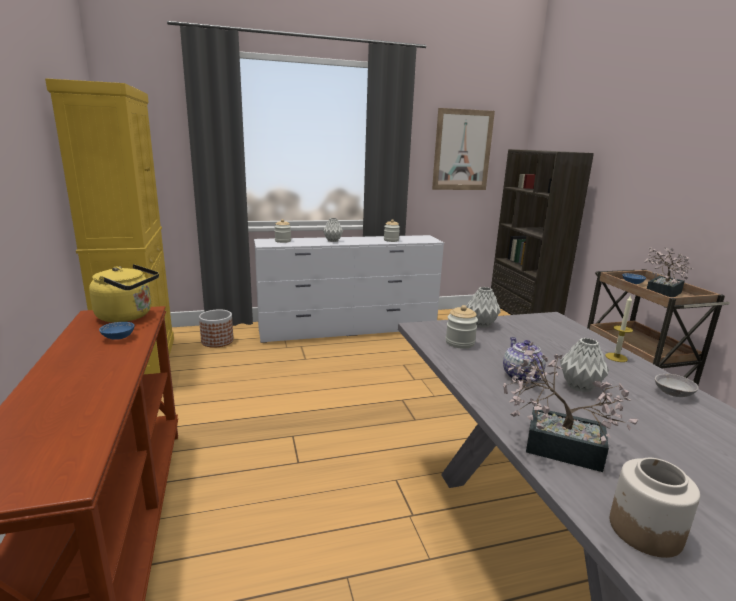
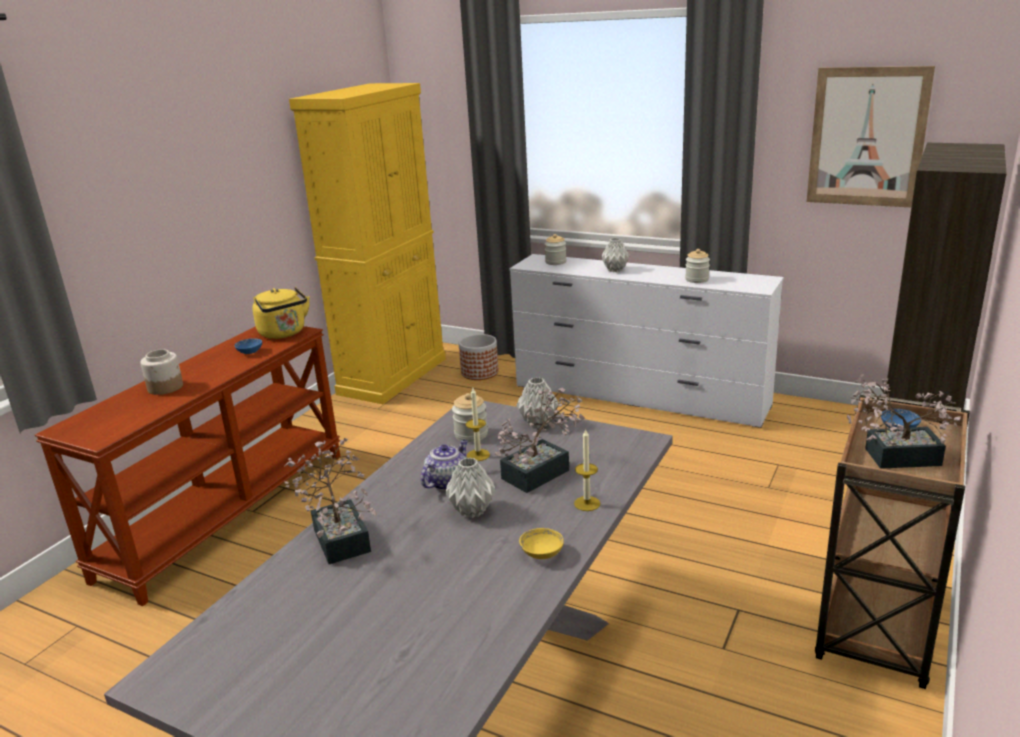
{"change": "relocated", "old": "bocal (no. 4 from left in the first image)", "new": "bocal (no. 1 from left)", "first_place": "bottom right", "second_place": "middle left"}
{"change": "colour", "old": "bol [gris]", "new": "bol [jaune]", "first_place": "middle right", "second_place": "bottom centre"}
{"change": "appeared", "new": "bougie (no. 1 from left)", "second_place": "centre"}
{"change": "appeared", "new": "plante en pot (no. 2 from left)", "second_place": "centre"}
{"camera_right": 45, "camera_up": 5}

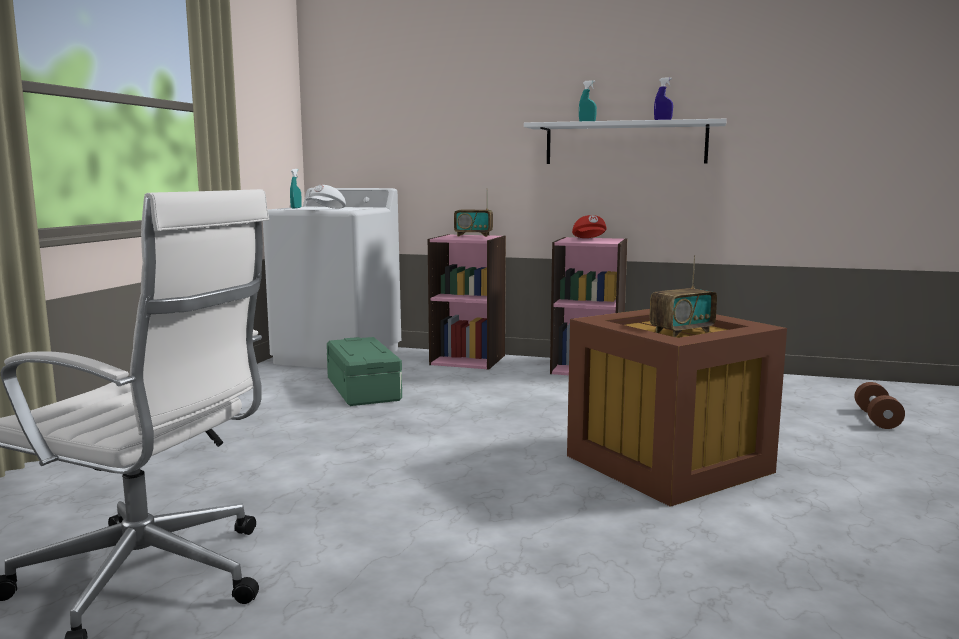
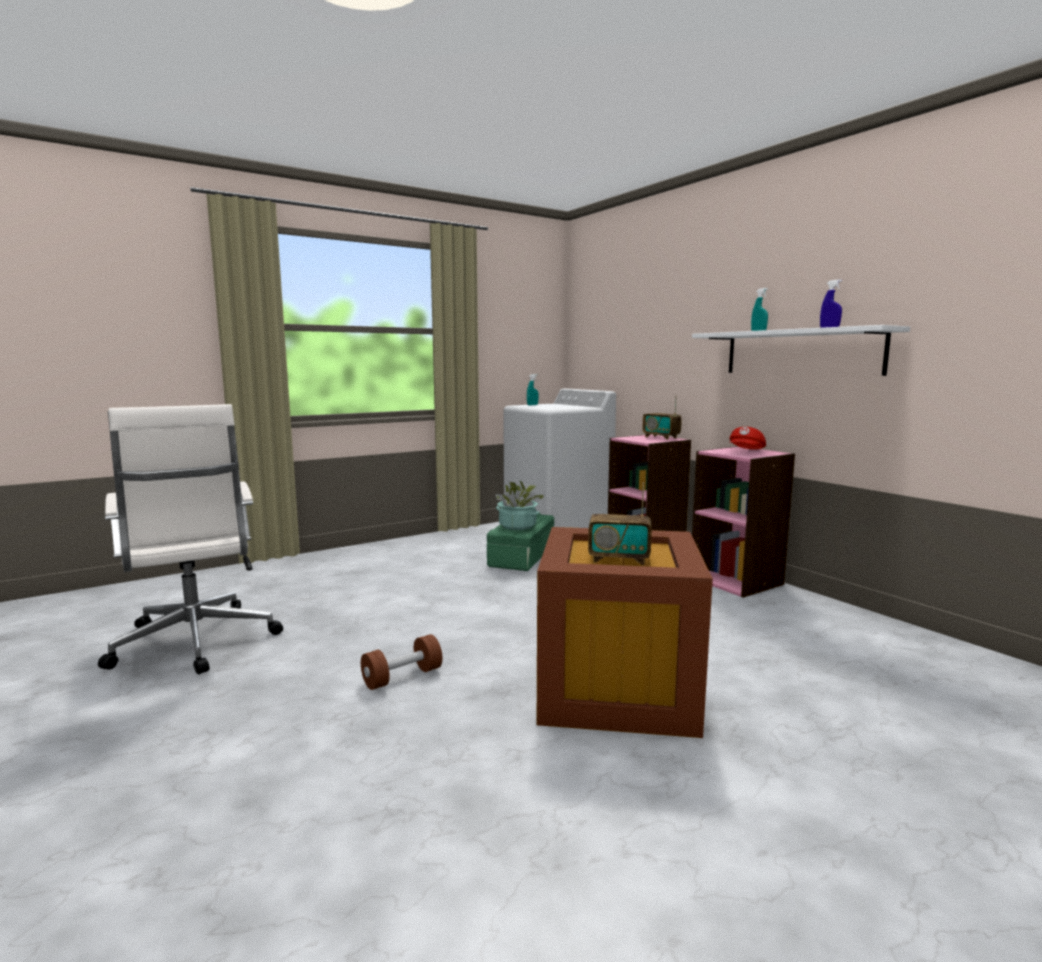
{"change": "missing", "old": "casquette [blanc]", "first_place": "top centre"}
{"change": "relocated", "old": "haltère [marron]", "first_place": "middle right", "second_place": "bottom centre"}
{"change": "appeared", "new": "plante en pot", "second_place": "centre"}
{"camera_right": 40, "camera_up": 0}

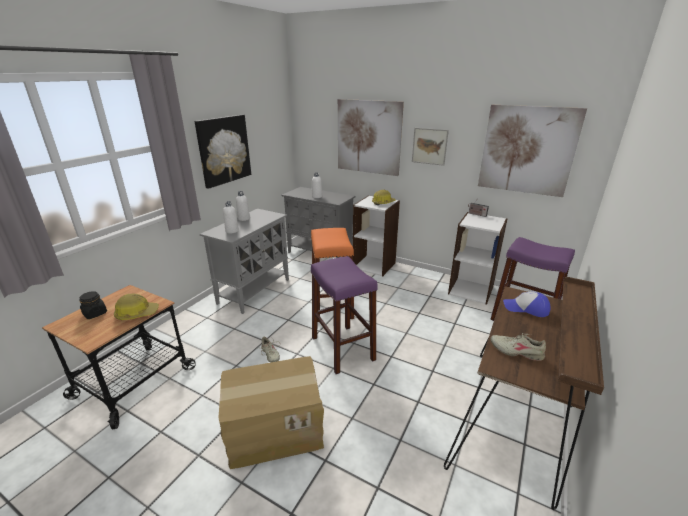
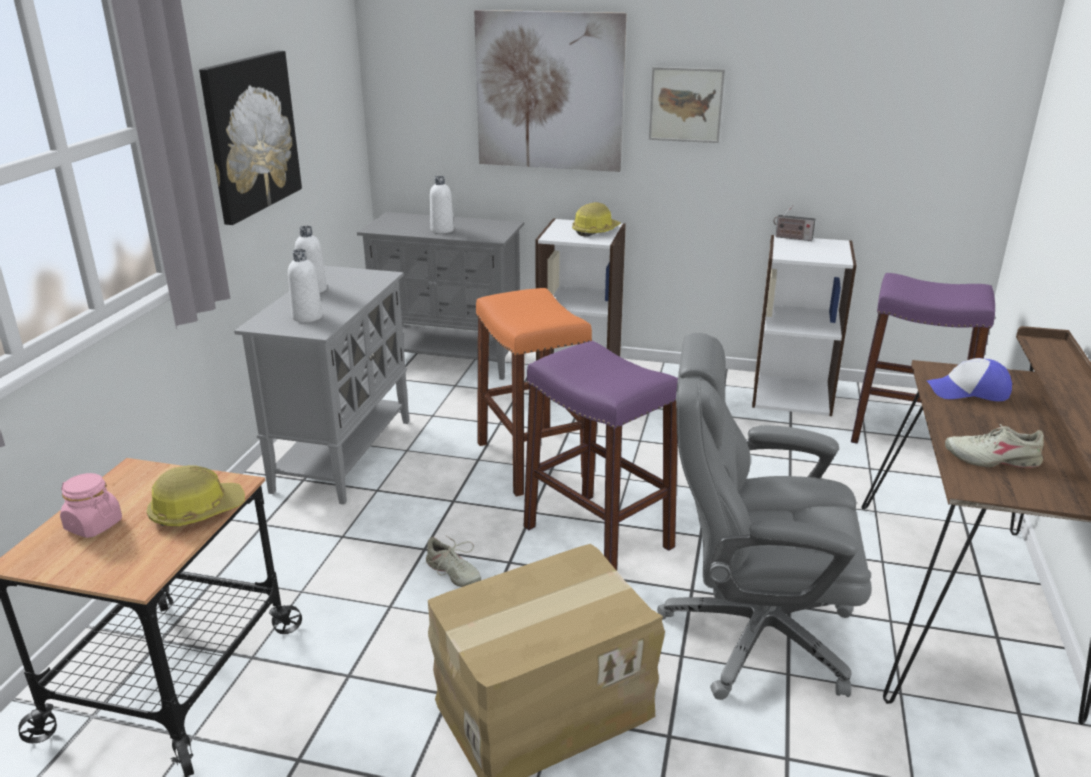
{"change": "colour", "old": "bocal [noir]", "new": "bocal [rose]", "first_place": "middle left", "second_place": "middle left"}
{"change": "missing", "old": "tableau (no. 4 from left)", "first_place": "top right"}
{"change": "appeared", "new": "chaise de bureau [gris]", "second_place": "middle right"}
{"camera_right": -15, "camera_up": 0}

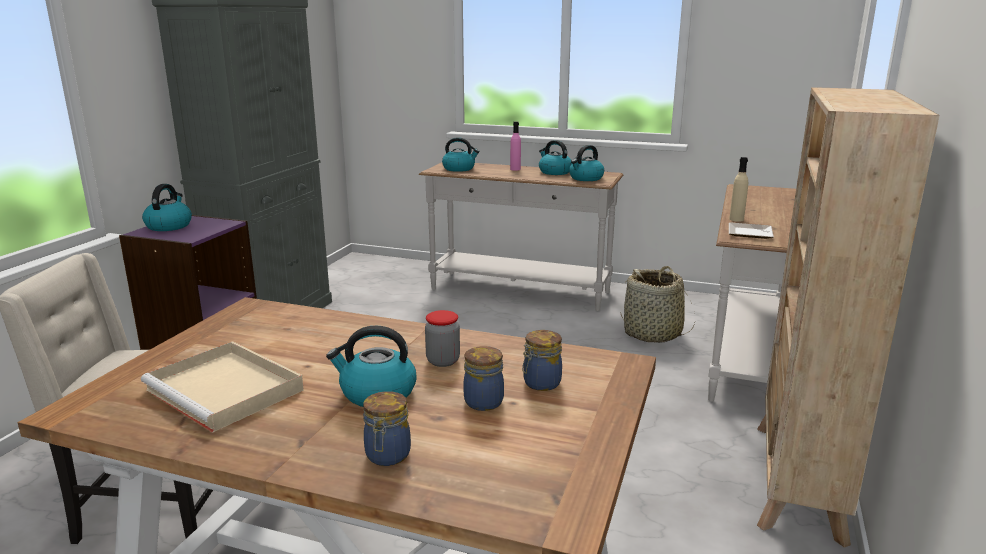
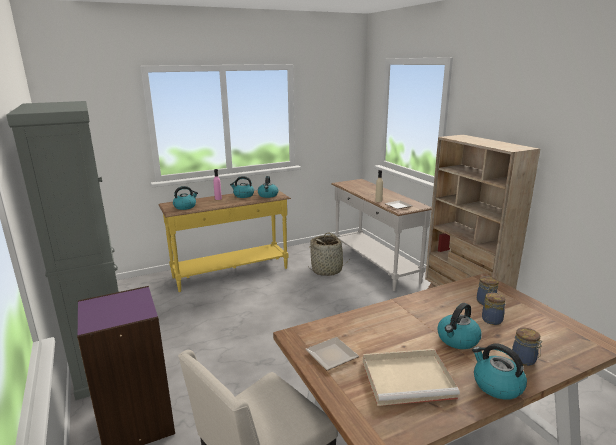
{"change": "relocated", "old": "bouilloire (no. 1 from left in the first image)", "new": "bouilloire (no. 5 from left)", "first_place": "middle left", "second_place": "bottom right"}
{"change": "colour", "old": "table console [blanc] (no. 1 from left)", "new": "table console [jaune]", "first_place": "centre", "second_place": "centre"}
{"change": "missing", "old": "bocal (no. 2 from left)", "first_place": "centre"}
{"change": "appeared", "new": "assiette (no. 1 from left)", "second_place": "bottom centre"}
{"camera_right": -45, "camera_up": 0}

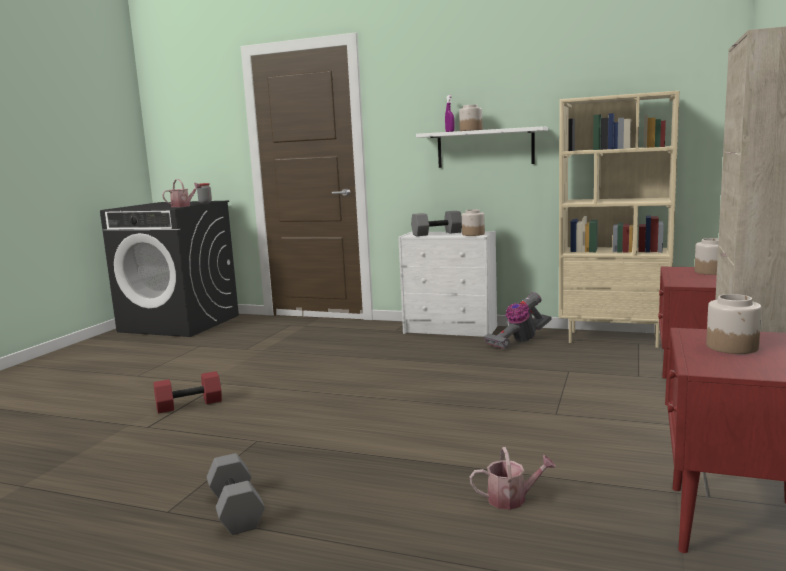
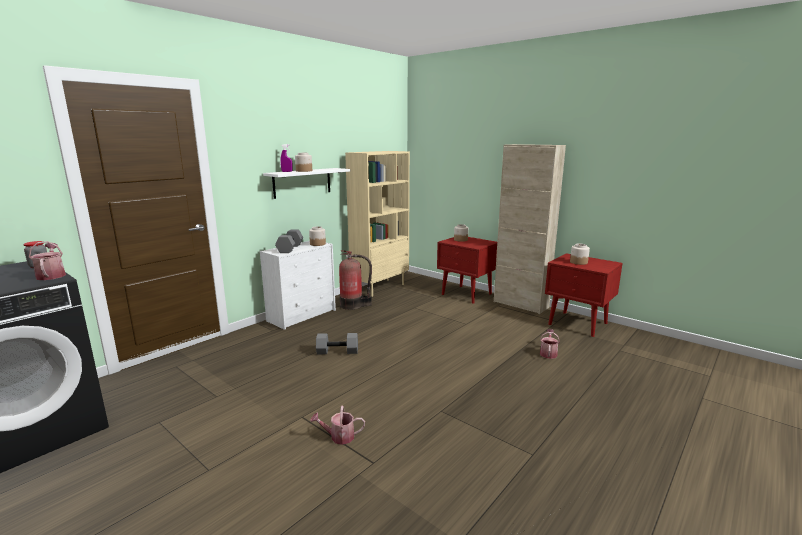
{"change": "exchanged", "old": "haltère [rouge]", "new": "arrosoir (no. 2 from left)", "first_place": "bottom left", "second_place": "bottom centre"}
{"change": "relocated", "old": "haltère [gris] (no. 1 from left in the first image)", "new": "haltère [gris] (no. 2 from left)", "first_place": "bottom left", "second_place": "centre"}
{"change": "exchanged", "old": "aspirateur", "new": "extincteur", "first_place": "centre", "second_place": "centre"}
{"camera_right": -70, "camera_up": 5}

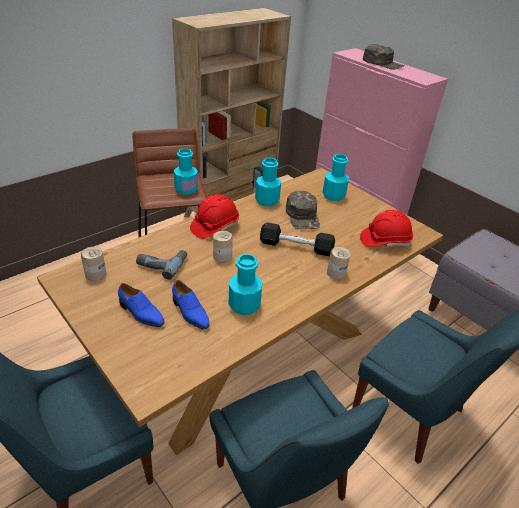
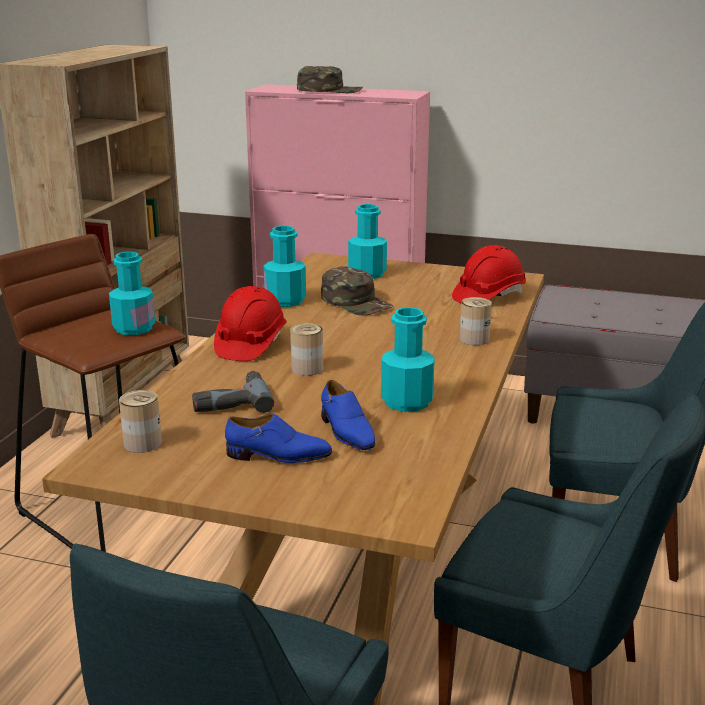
{"change": "spun", "old": "chaussure [bleu] (no. 2 from left)", "first_place": "centre", "second_place": "centre", "degrees": 45}
{"change": "missing", "old": "haltère [noir]", "first_place": "centre"}
{"camera_right": -30, "camera_up": -15}

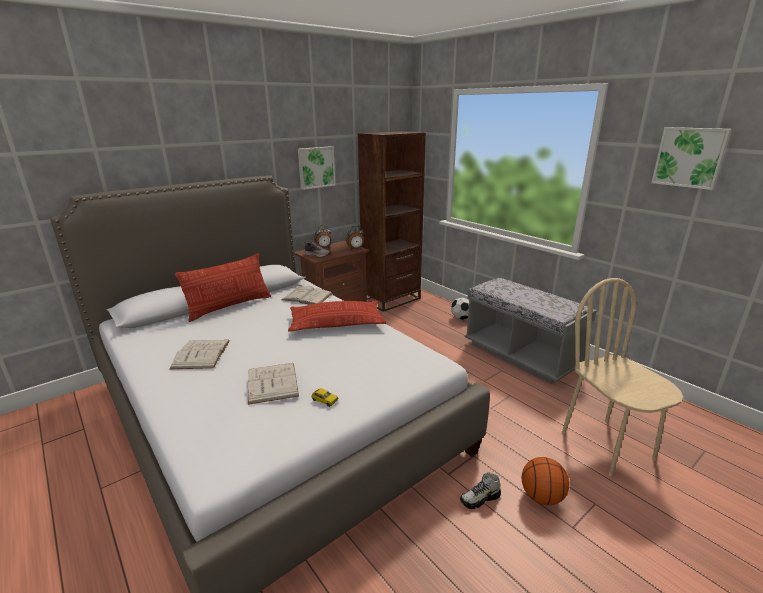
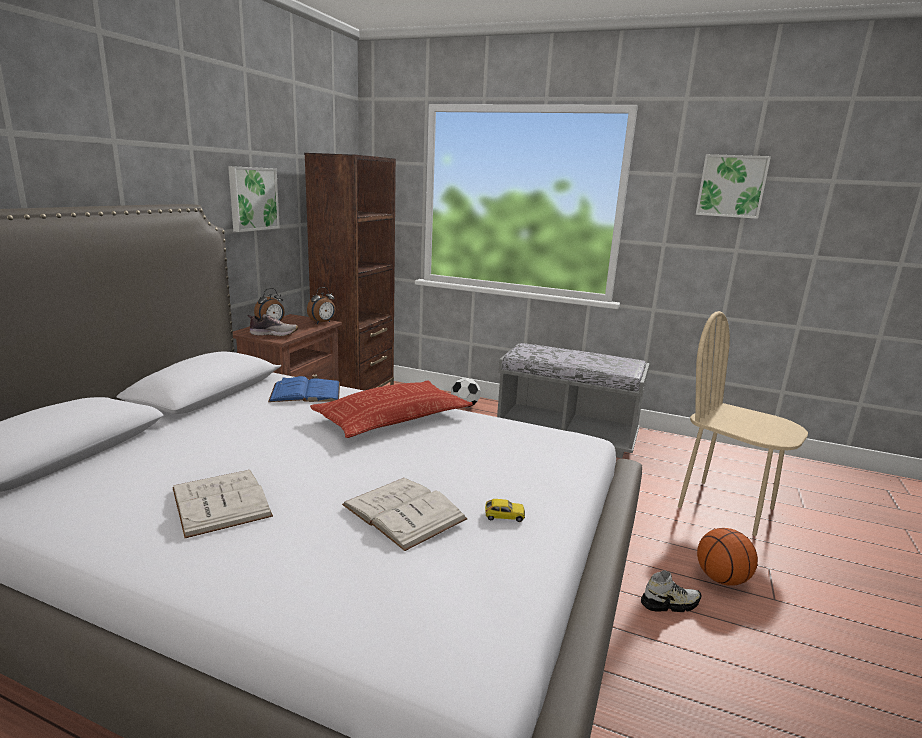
{"change": "missing", "old": "coussin (no. 1 from left)", "first_place": "middle left"}
{"change": "colour", "old": "livre [blanc] (no. 3 from left)", "new": "livre [bleu]", "first_place": "centre", "second_place": "middle left"}
{"change": "spun", "old": "chaussure (no. 2 from left)", "first_place": "bottom centre", "second_place": "bottom right", "degrees": -135}
{"camera_right": -30, "camera_up": -5}

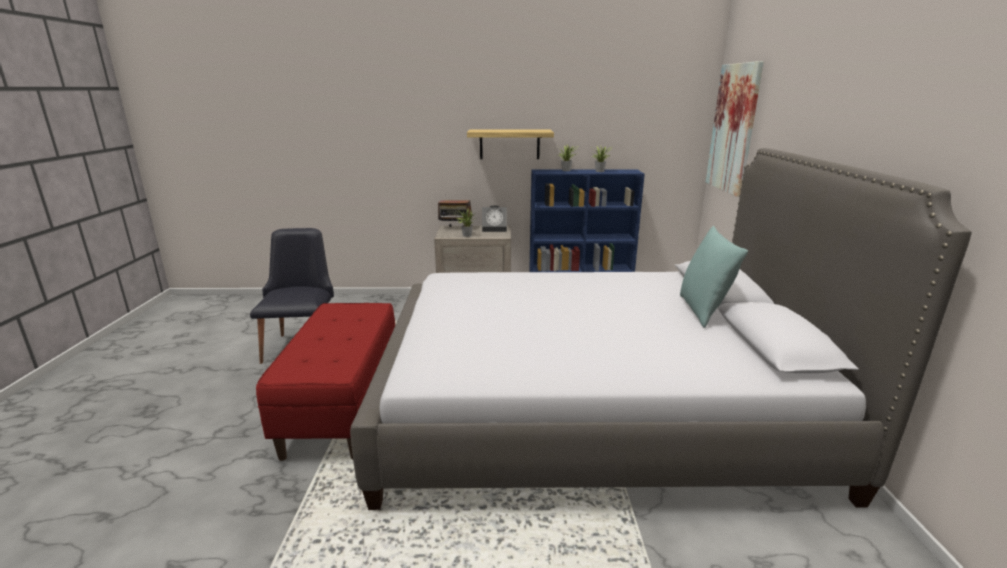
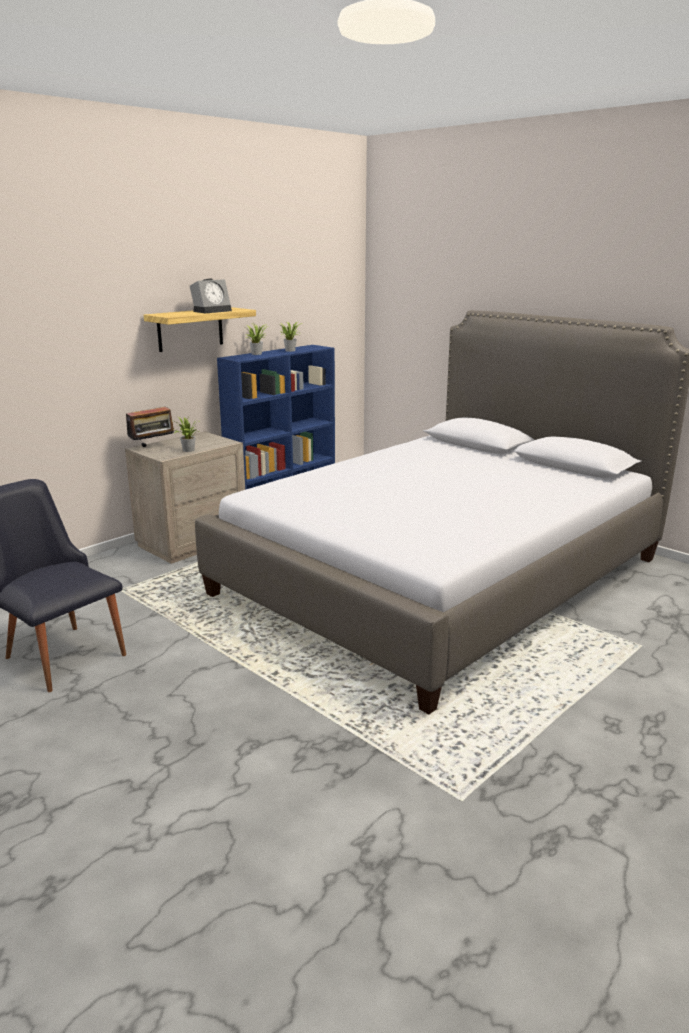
{"change": "missing", "old": "banc [rouge]", "first_place": "bottom left"}
{"change": "relocated", "old": "réveil", "first_place": "centre", "second_place": "top left"}
{"change": "missing", "old": "coussin [turquoise]", "first_place": "middle right"}
{"change": "missing", "old": "tableau", "first_place": "top right"}
{"camera_right": -45, "camera_up": 0}

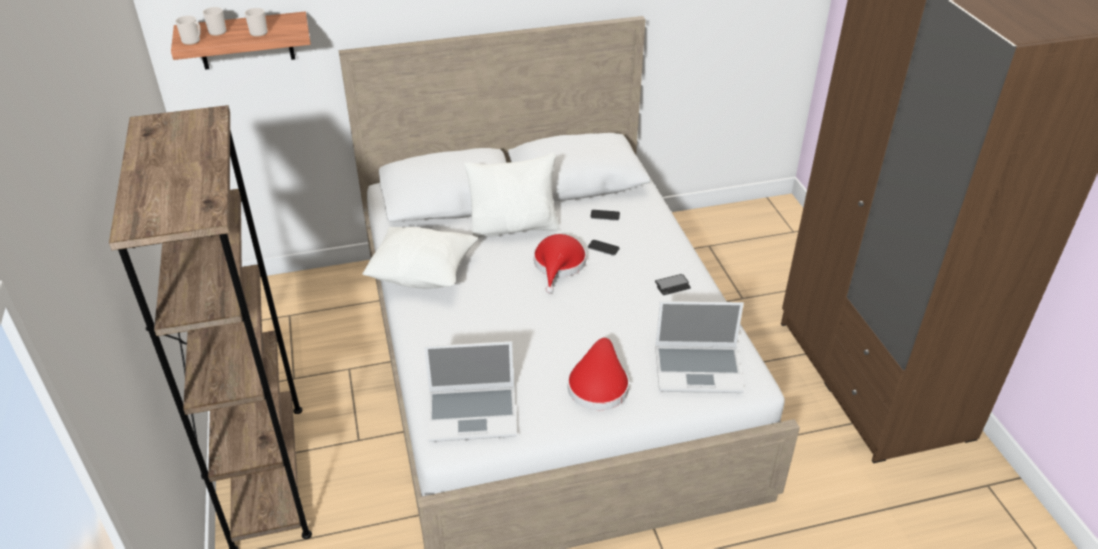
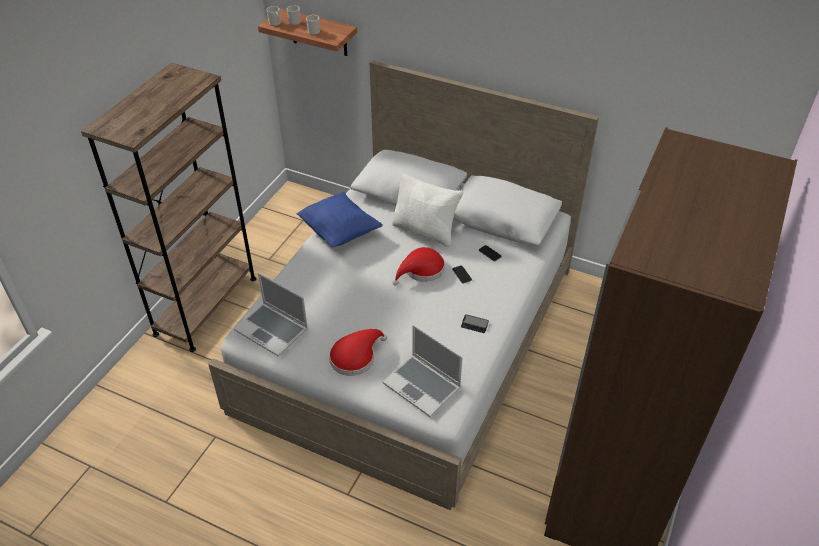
{"change": "colour", "old": "coussin [blanc] (no. 1 from left)", "new": "coussin [bleu]", "first_place": "centre", "second_place": "centre"}
{"camera_right": 40, "camera_up": 5}

